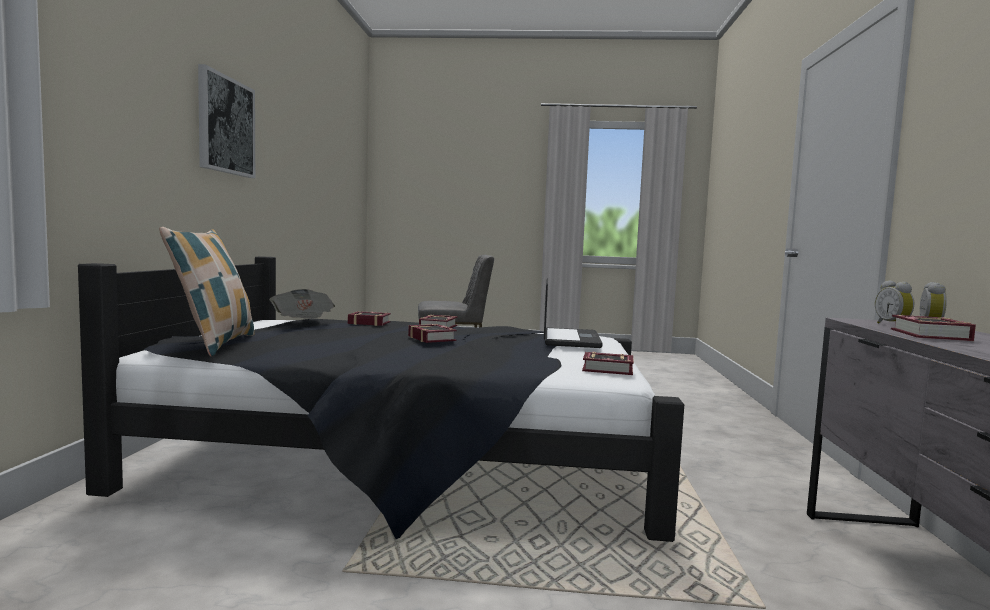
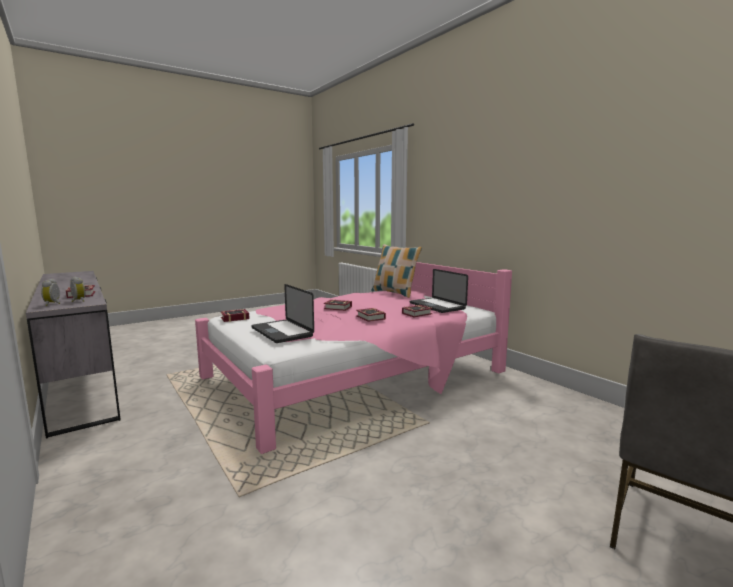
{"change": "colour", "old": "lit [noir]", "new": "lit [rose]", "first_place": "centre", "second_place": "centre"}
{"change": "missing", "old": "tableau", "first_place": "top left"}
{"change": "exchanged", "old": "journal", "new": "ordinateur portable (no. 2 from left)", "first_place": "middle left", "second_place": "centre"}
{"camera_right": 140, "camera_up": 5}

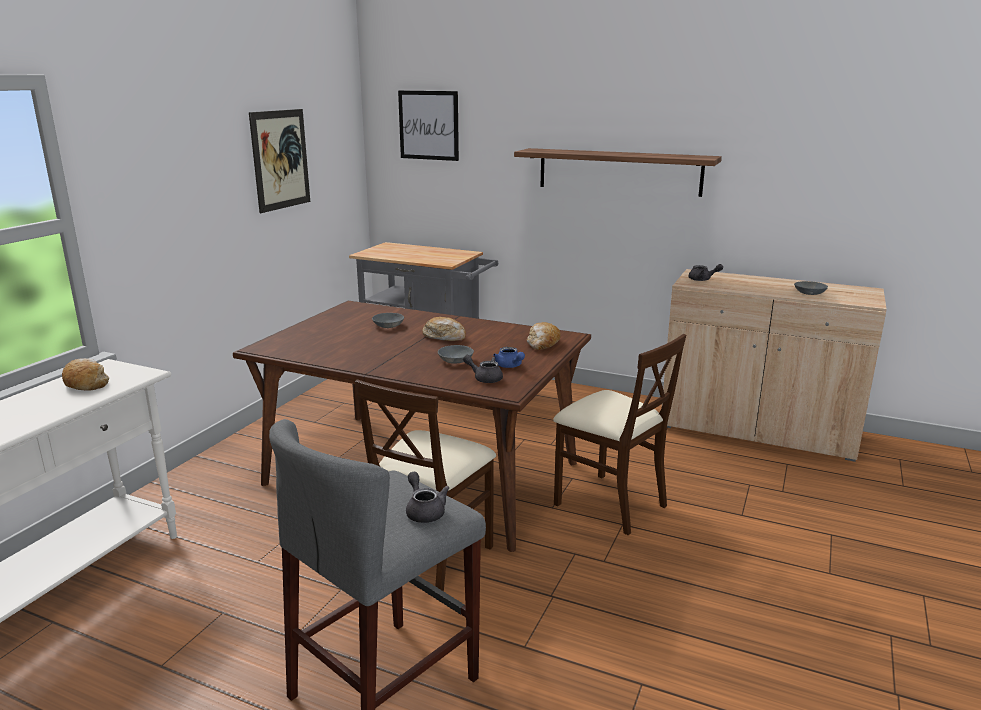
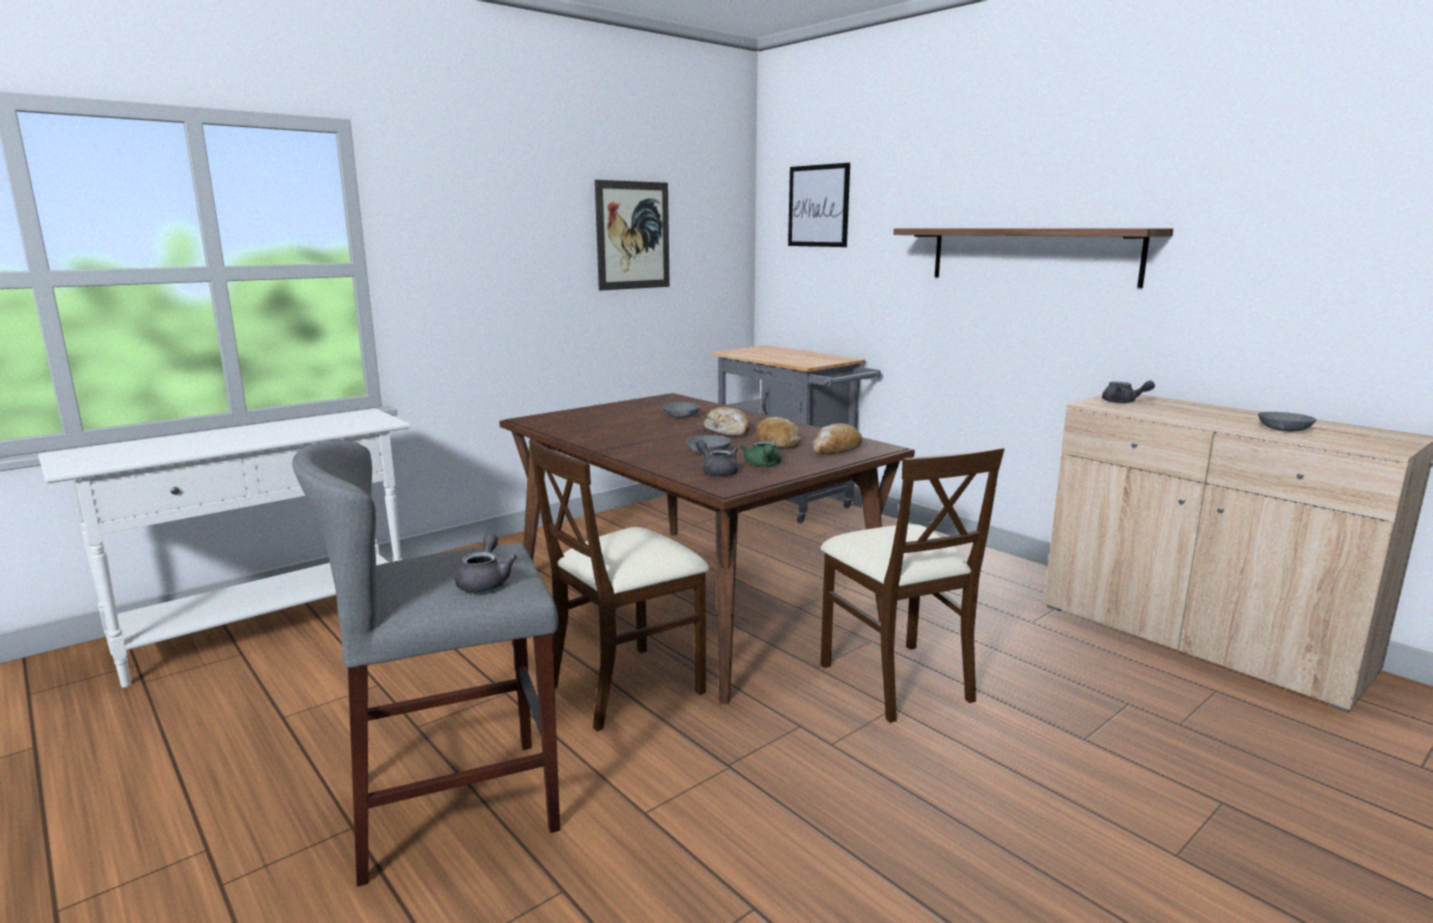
{"change": "relocated", "old": "pain (no. 1 from left in the first image)", "new": "pain (no. 2 from left)", "first_place": "middle left", "second_place": "centre"}
{"change": "colour", "old": "théière [bleu]", "new": "théière [vert]", "first_place": "centre", "second_place": "centre"}
{"camera_right": 25, "camera_up": -5}

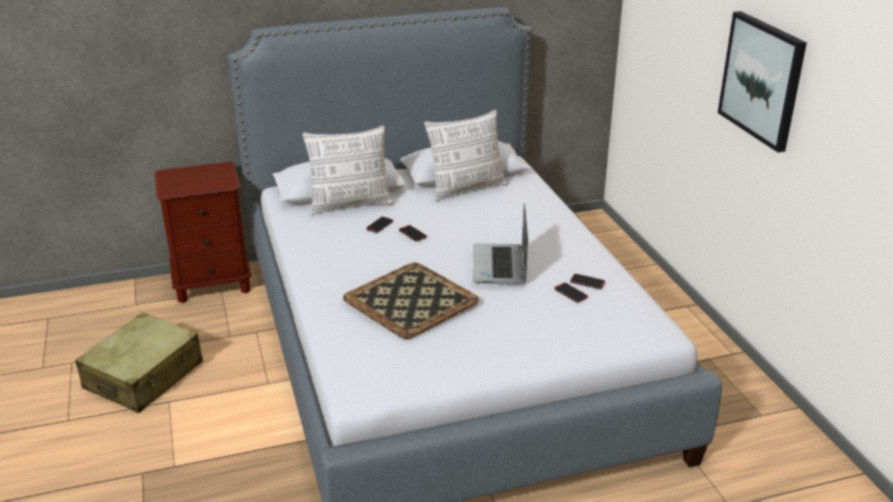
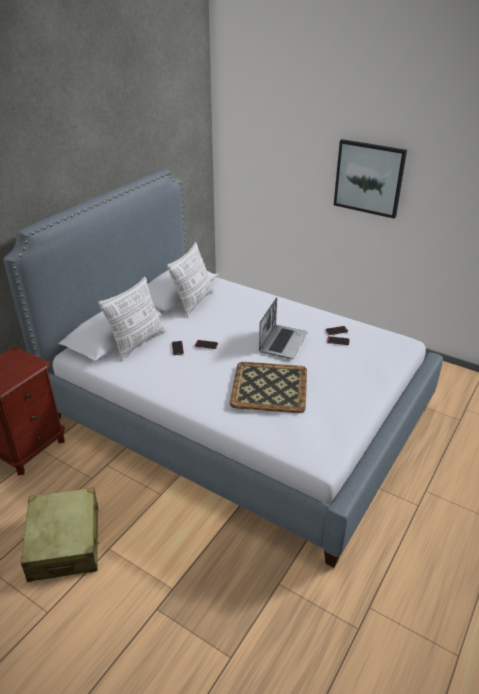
{"change": "spun", "old": "ordinateur portable", "first_place": "centre", "second_place": "centre", "degrees": -120}
{"camera_right": -40, "camera_up": 5}

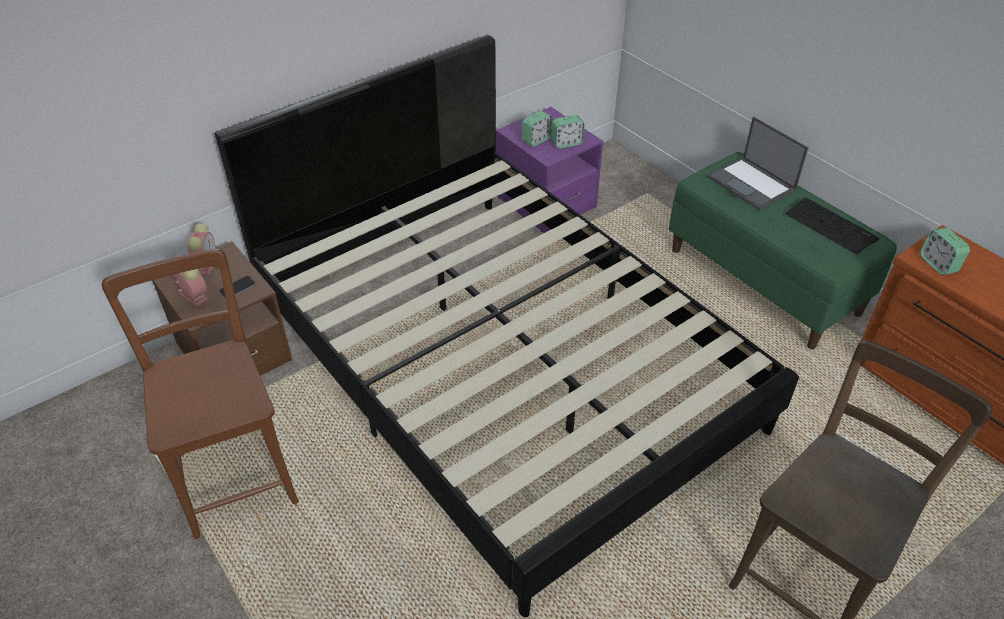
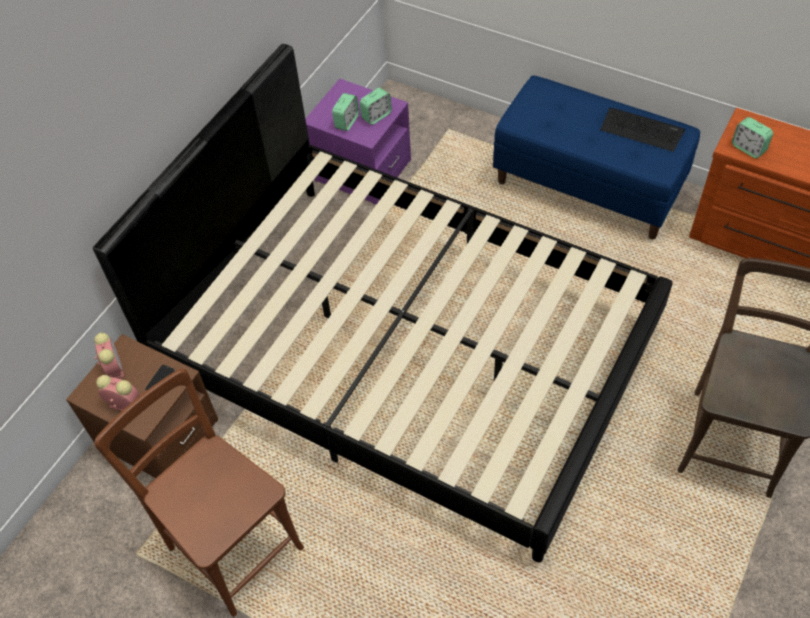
{"change": "colour", "old": "banc [vert]", "new": "banc [bleu]", "first_place": "middle right", "second_place": "top right"}
{"change": "missing", "old": "ordinateur portable", "first_place": "top right"}
{"camera_right": -20, "camera_up": 10}

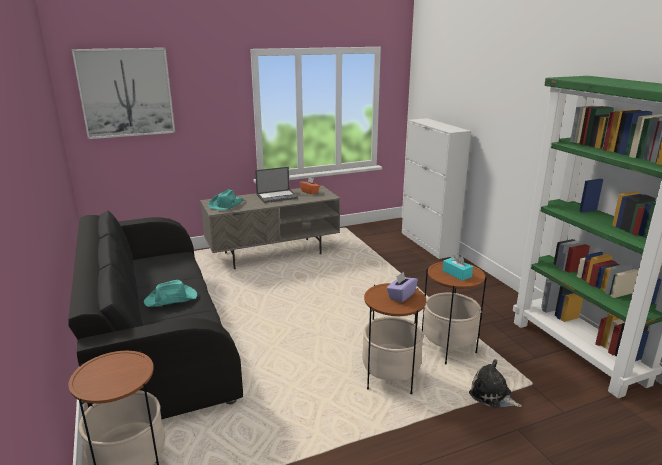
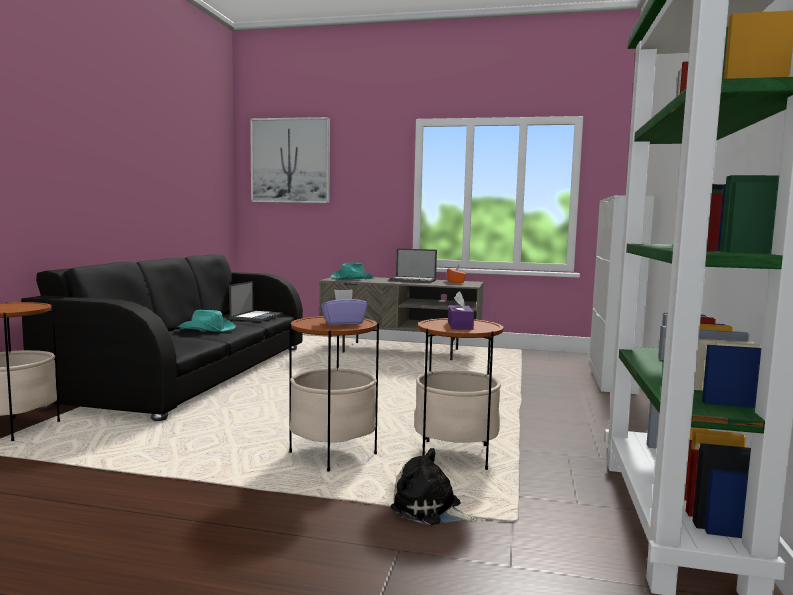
{"change": "colour", "old": "boîte à mouchoirs [turquoise]", "new": "boîte à mouchoirs [violet] (no. 2 from left)", "first_place": "middle right", "second_place": "centre"}
{"change": "spun", "old": "peluche", "first_place": "bottom right", "second_place": "bottom centre", "degrees": -45}
{"change": "appeared", "new": "ordinateur portable (no. 1 from left)", "second_place": "middle left"}
{"camera_right": 35, "camera_up": -15}

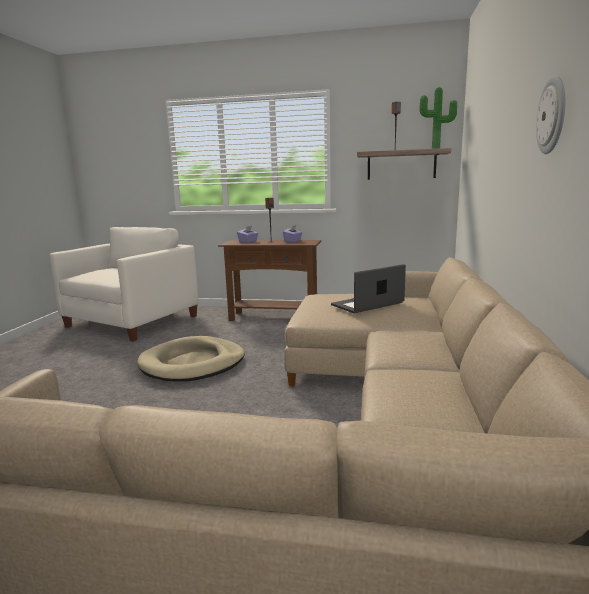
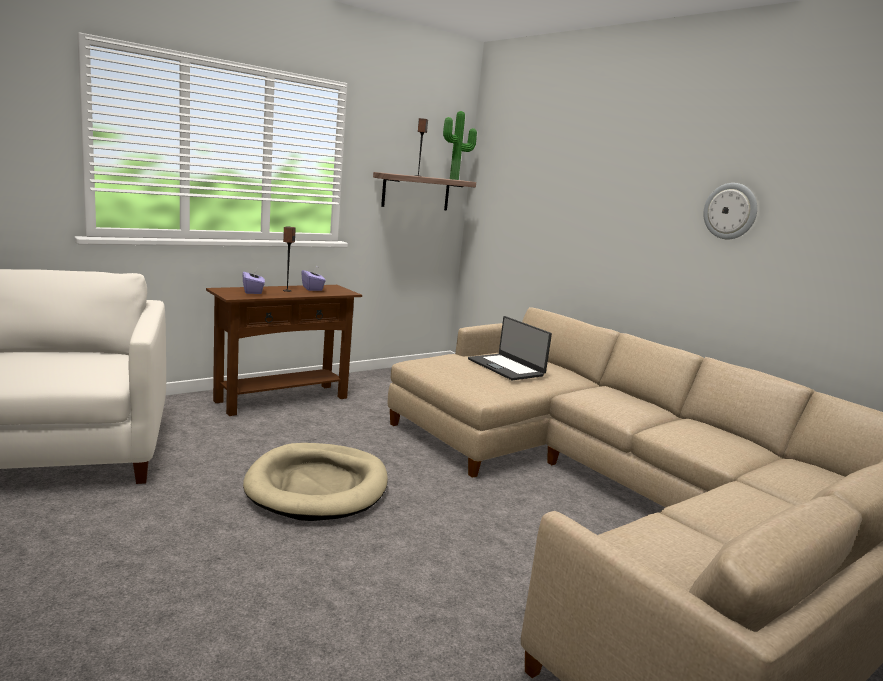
{"change": "spun", "old": "ordinateur portable", "first_place": "centre", "second_place": "centre", "degrees": -45}
{"camera_right": -50, "camera_up": 0}

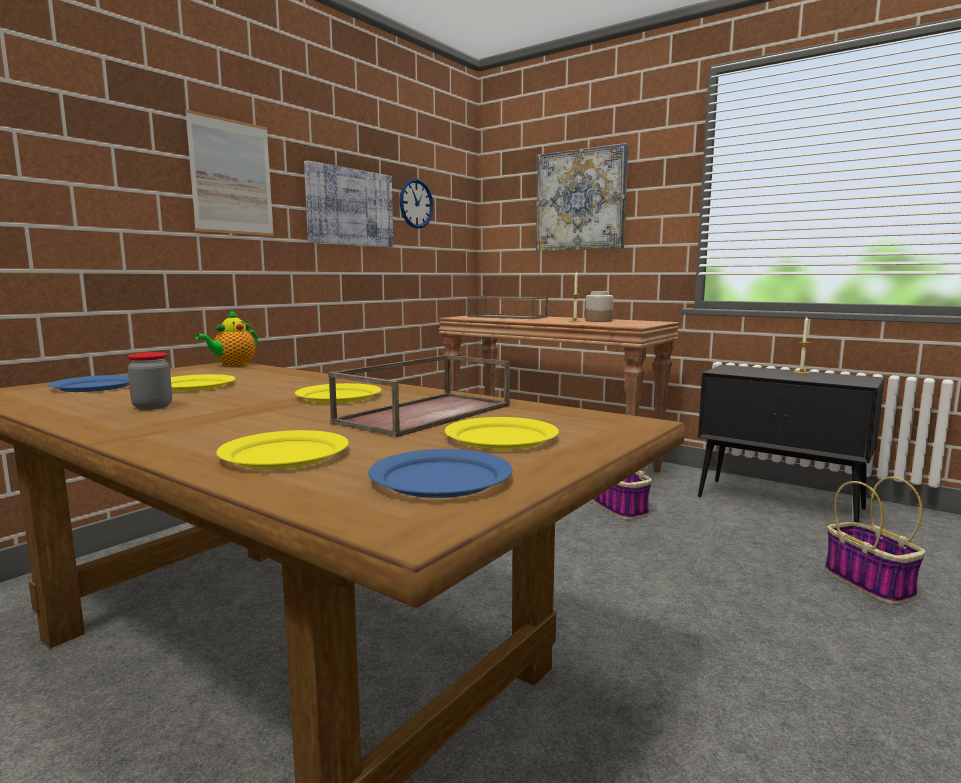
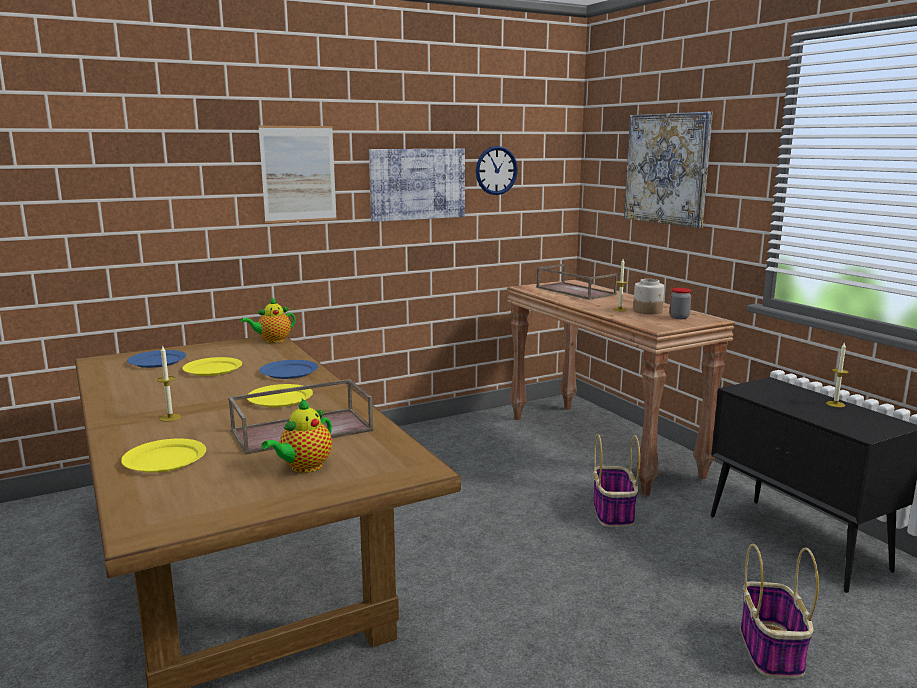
{"change": "relocated", "old": "bocal (no. 1 from left in the first image)", "new": "bocal (no. 2 from left)", "first_place": "middle left", "second_place": "middle right"}
{"change": "relocated", "old": "assiette [bleu] (no. 2 from left)", "first_place": "centre", "second_place": "middle left"}
{"change": "exchanged", "old": "assiette [jaune] (no. 4 from left)", "new": "théière (no. 2 from left)", "first_place": "centre", "second_place": "middle left"}
{"change": "appeared", "new": "bougie (no. 1 from left)", "second_place": "middle left"}
{"camera_right": 25, "camera_up": 5}

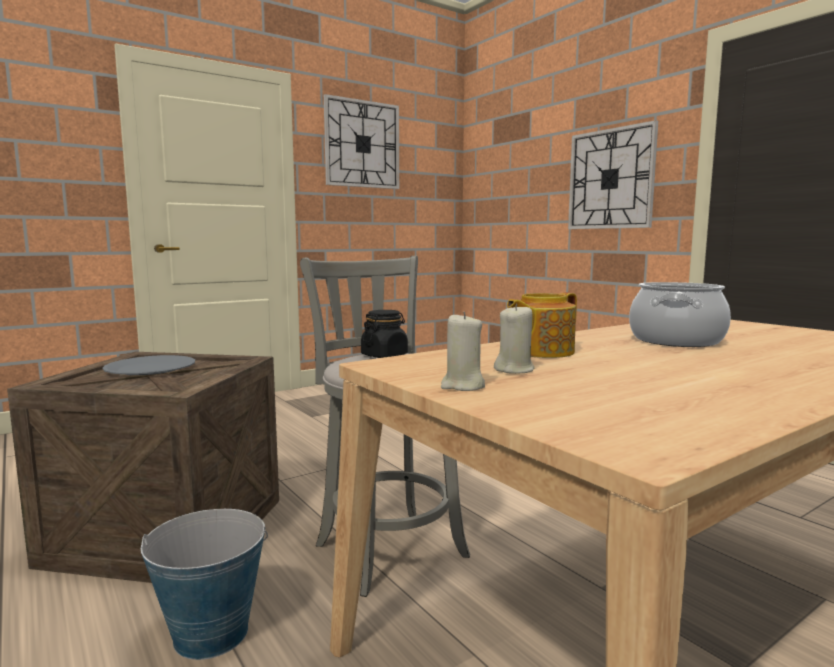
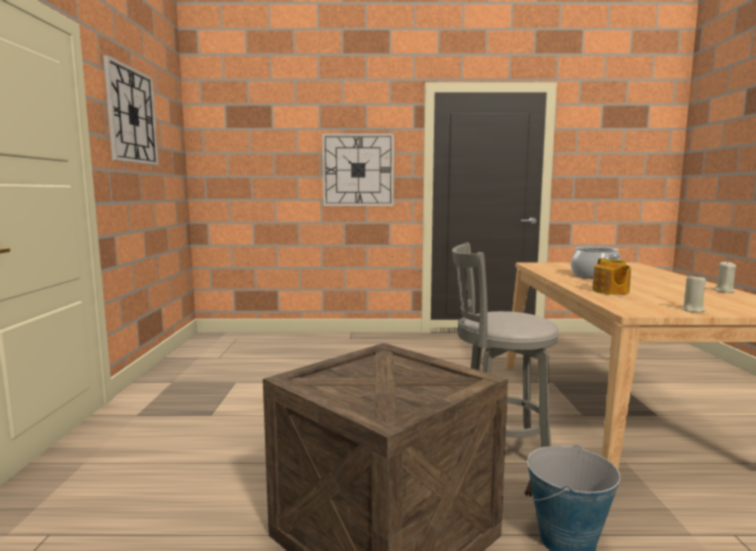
{"change": "missing", "old": "assiette [gris]", "first_place": "middle left"}
{"change": "missing", "old": "bocal [noir]", "first_place": "centre"}
{"change": "relocated", "old": "bougie [beige] (no. 2 from left)", "first_place": "centre", "second_place": "middle right"}
{"camera_right": -55, "camera_up": 0}

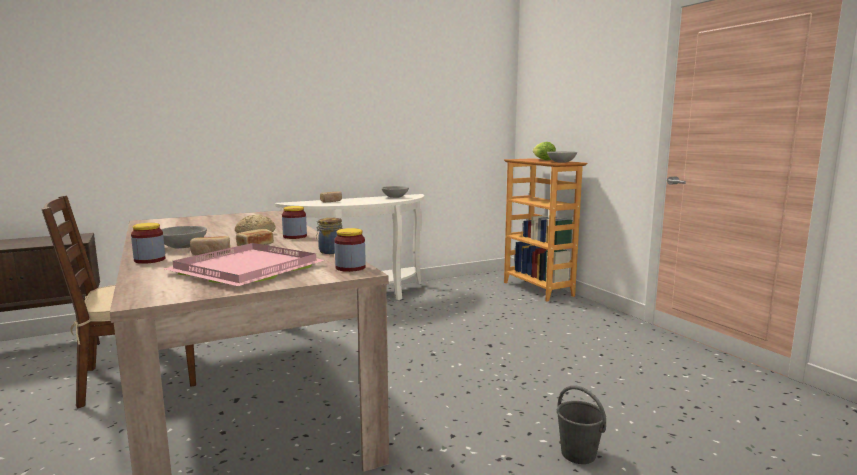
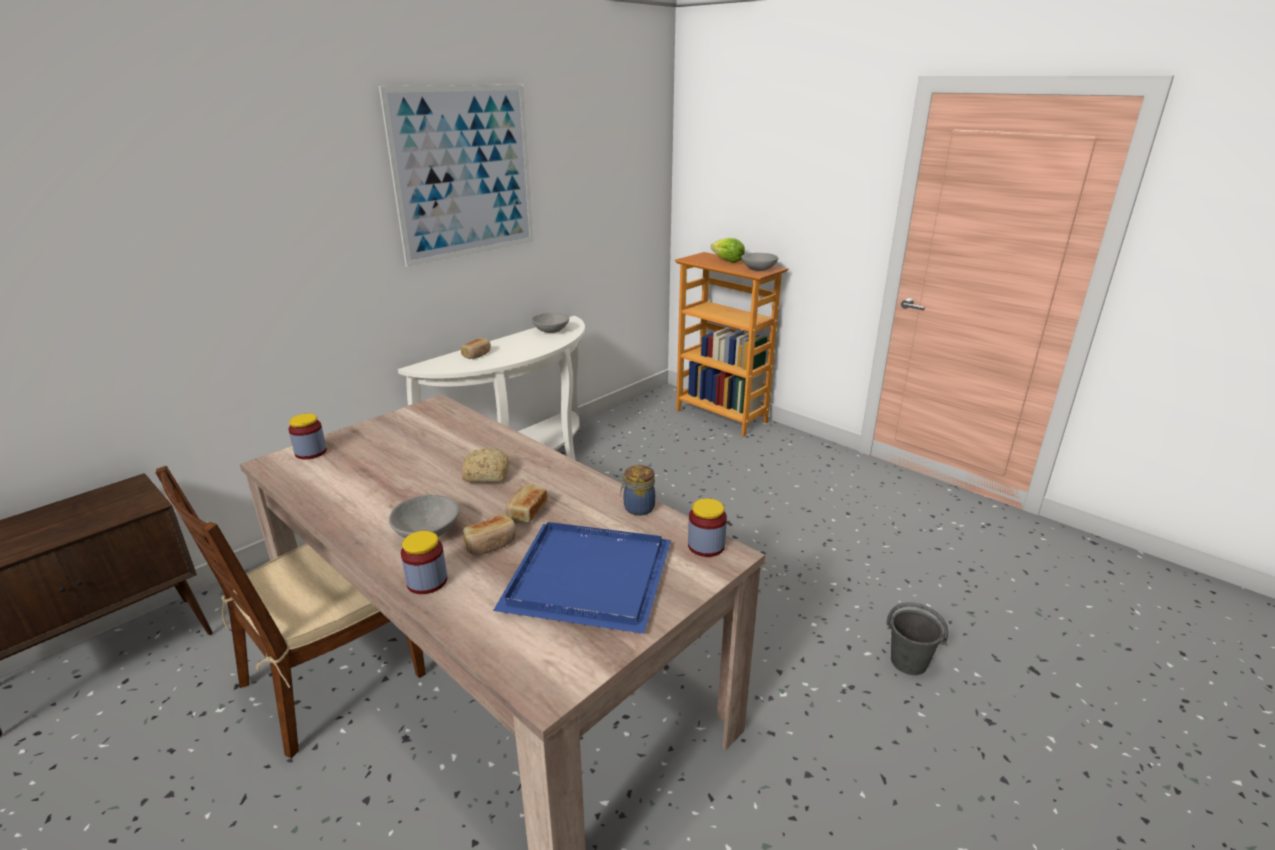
{"change": "colour", "old": "plateau [rose]", "new": "plateau [bleu]", "first_place": "middle left", "second_place": "bottom centre"}
{"change": "relocated", "old": "bocal (no. 2 from left in the first image)", "new": "bocal (no. 1 from left)", "first_place": "centre", "second_place": "middle left"}
{"change": "appeared", "new": "tableau", "second_place": "top centre"}
{"camera_right": -20, "camera_up": 15}

